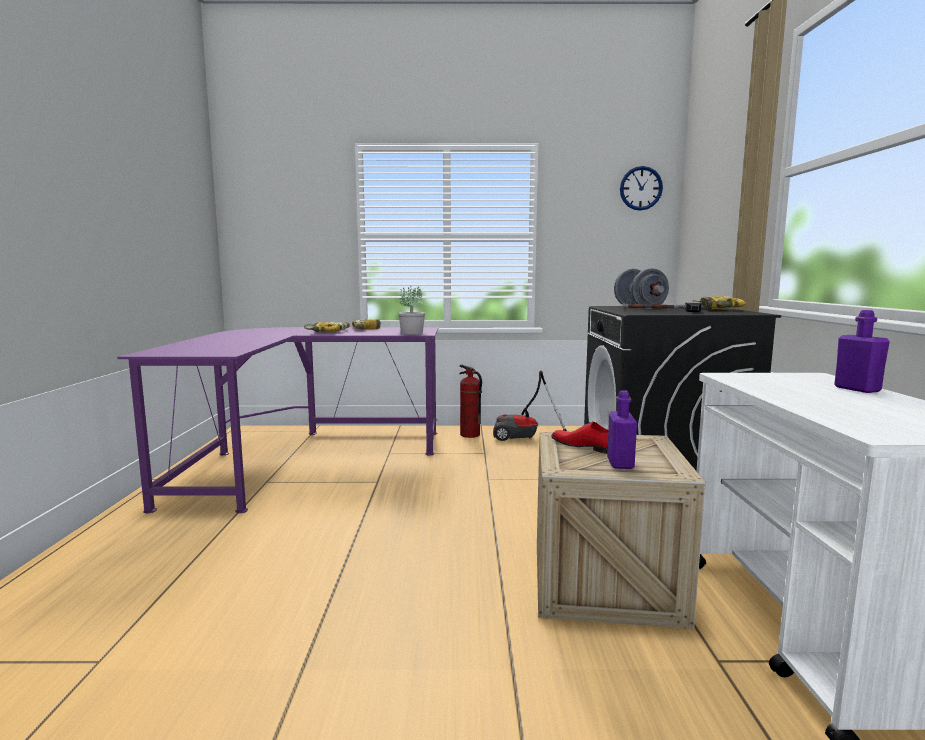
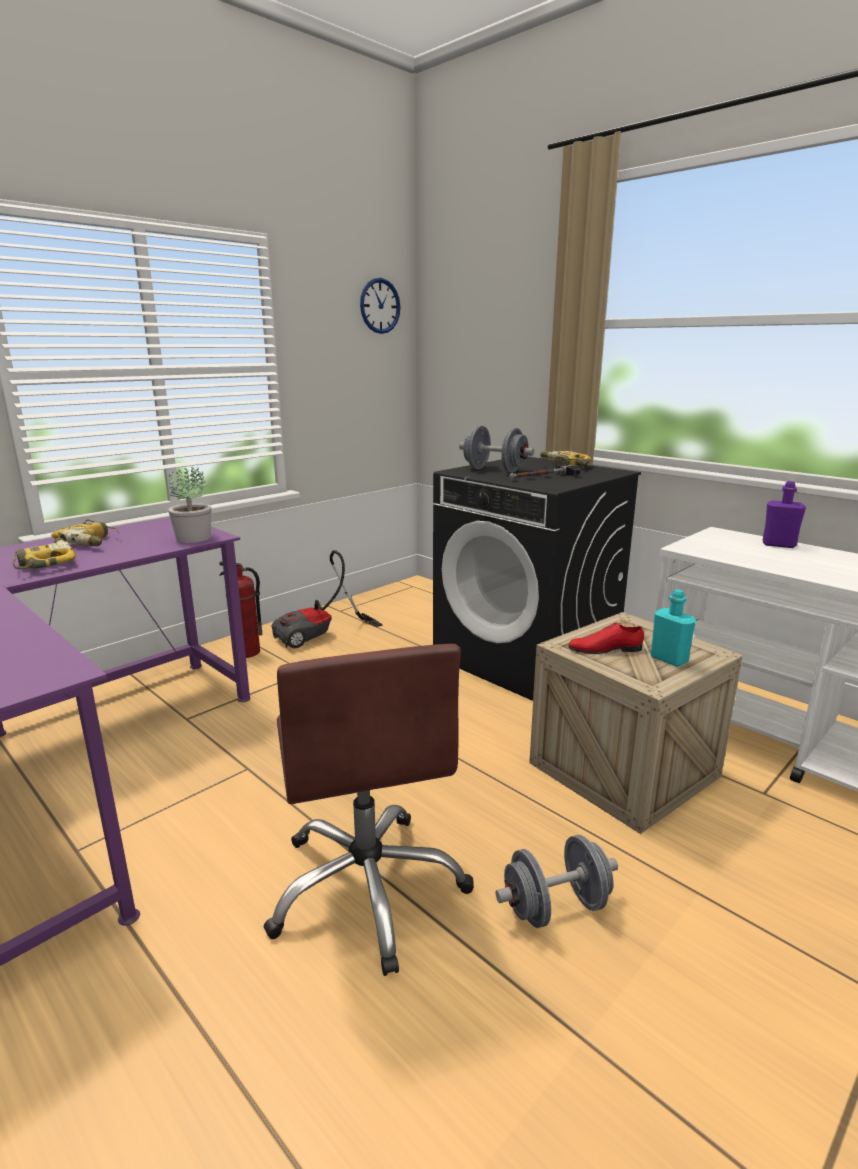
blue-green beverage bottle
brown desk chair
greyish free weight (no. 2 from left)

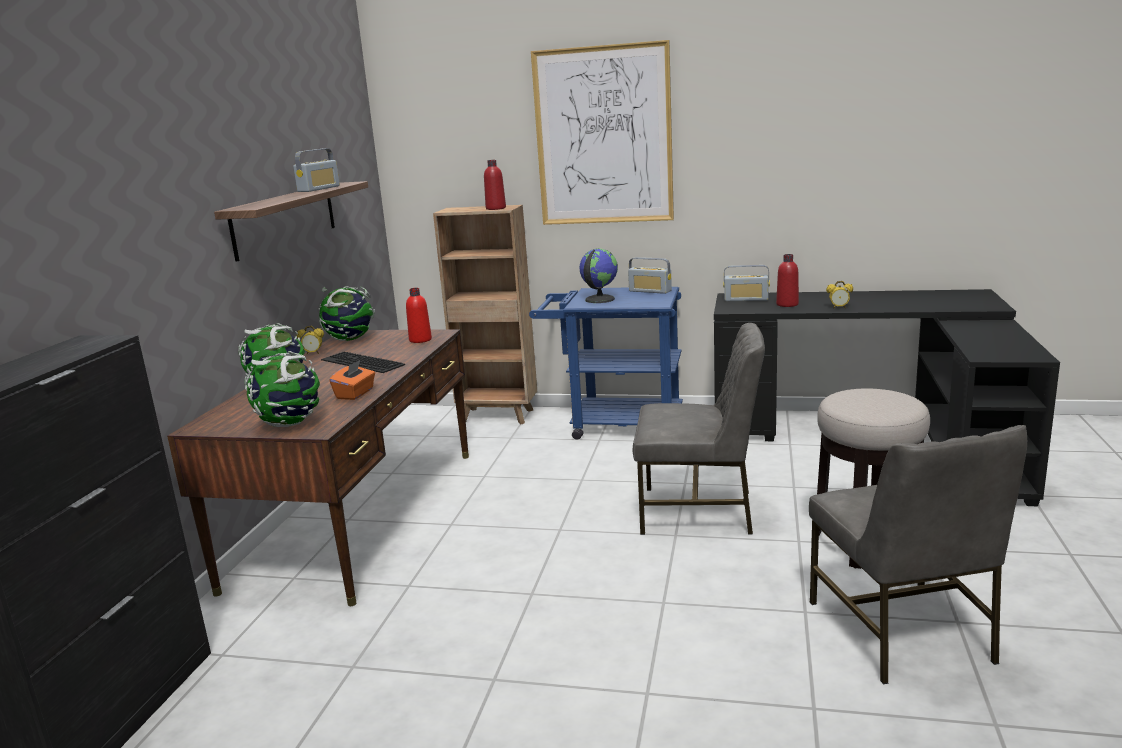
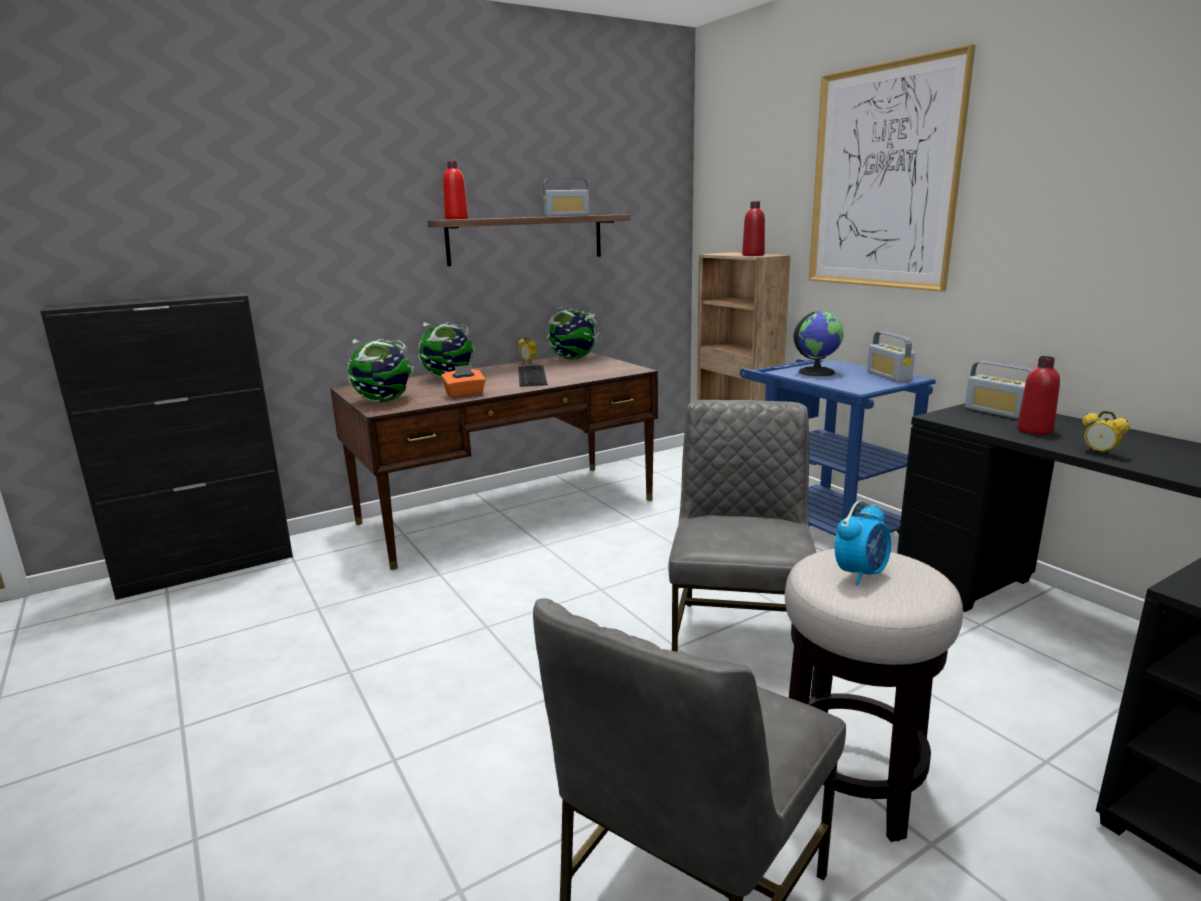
red-coloured beverage bottle (no. 1 from left)
greyish upright chair (no. 2 from left)
table clock (no. 2 from left)

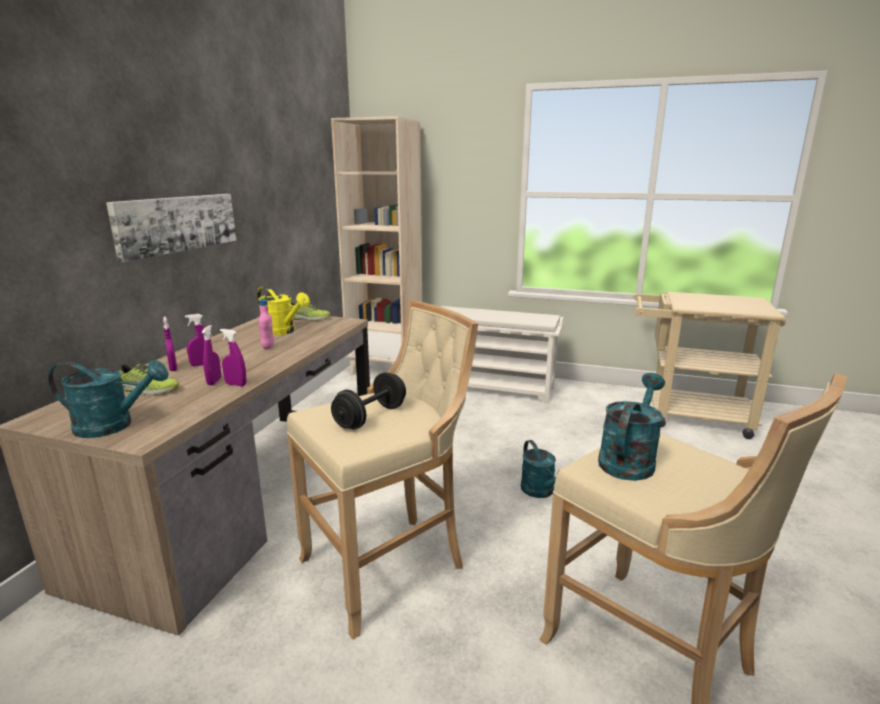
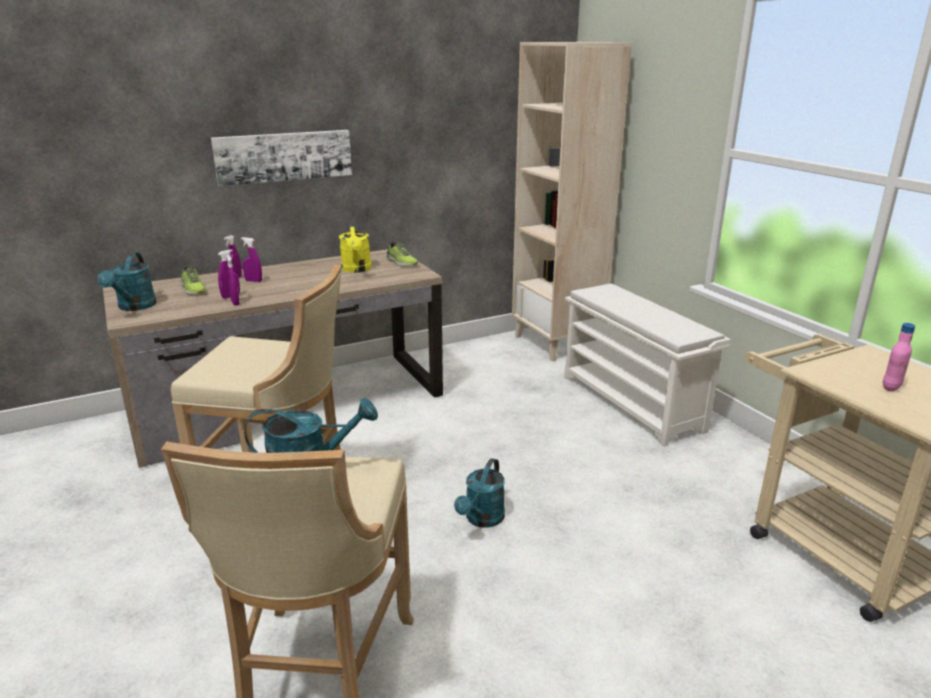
pinkish beverage bottle
blue-green watering pot (no. 1 from left)
black-coloured free weight

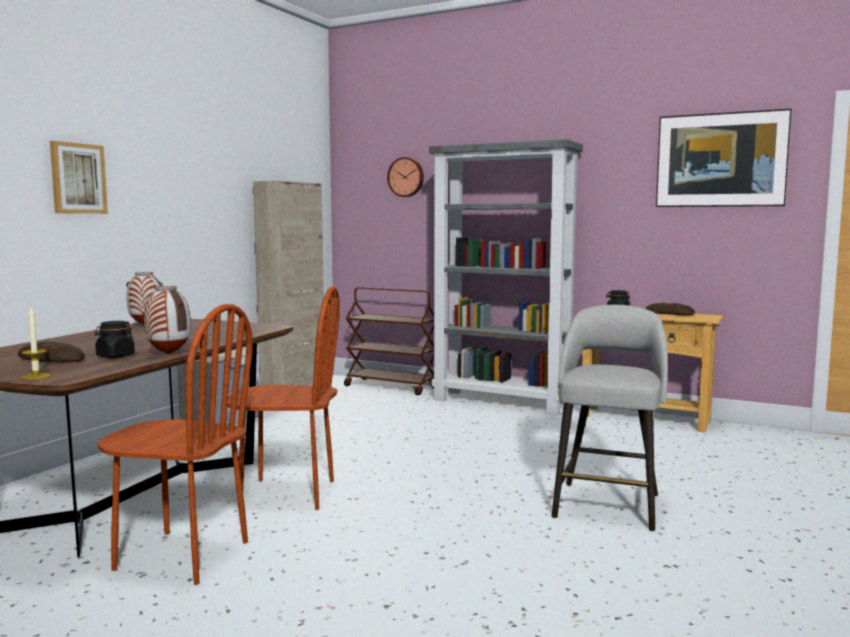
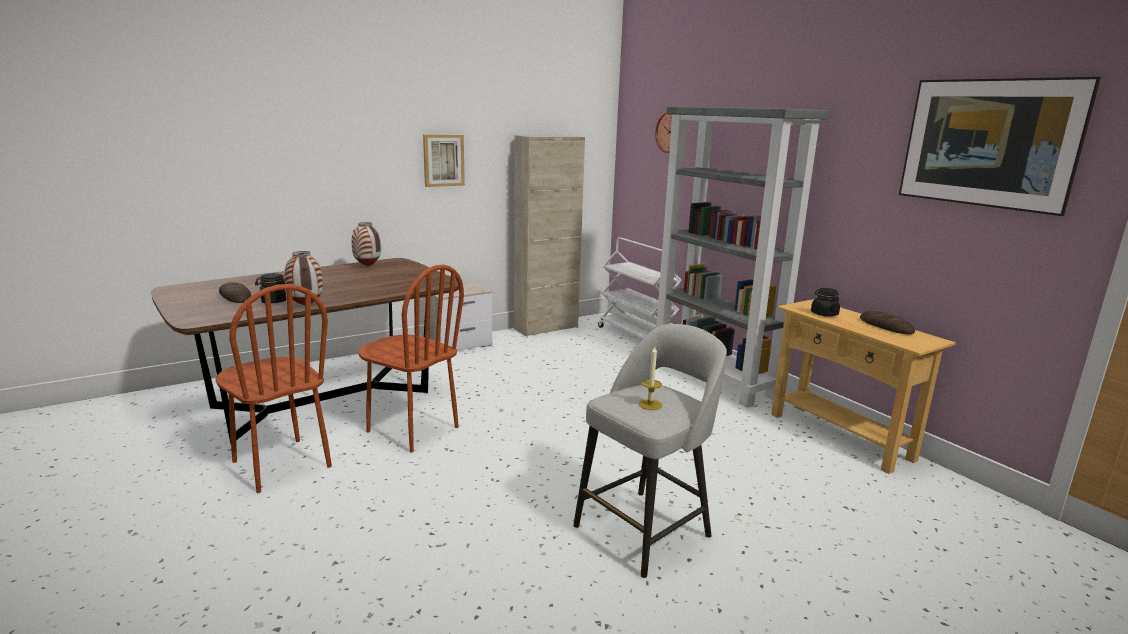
picture (no. 1 from left)
white wheeled cart
wax light

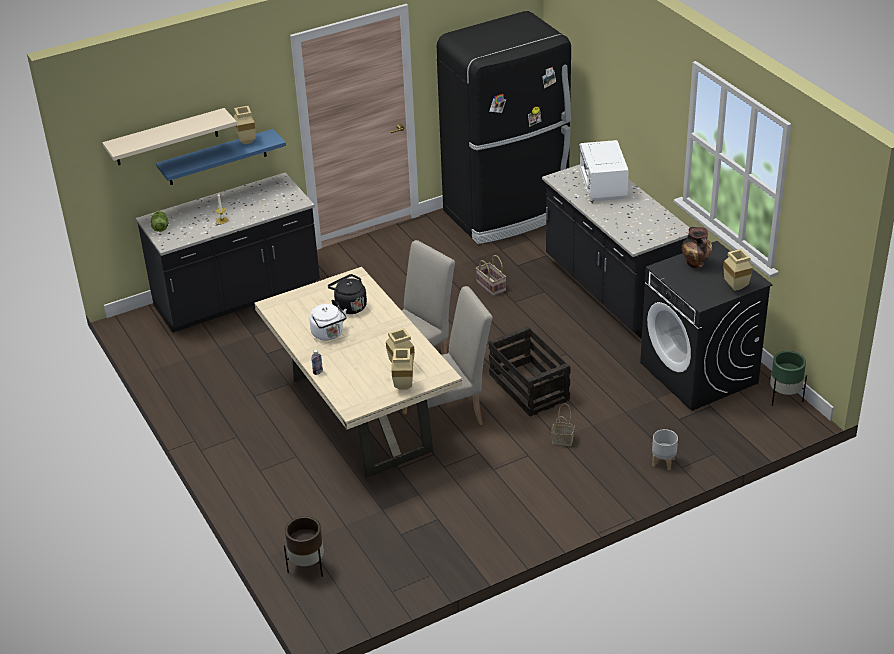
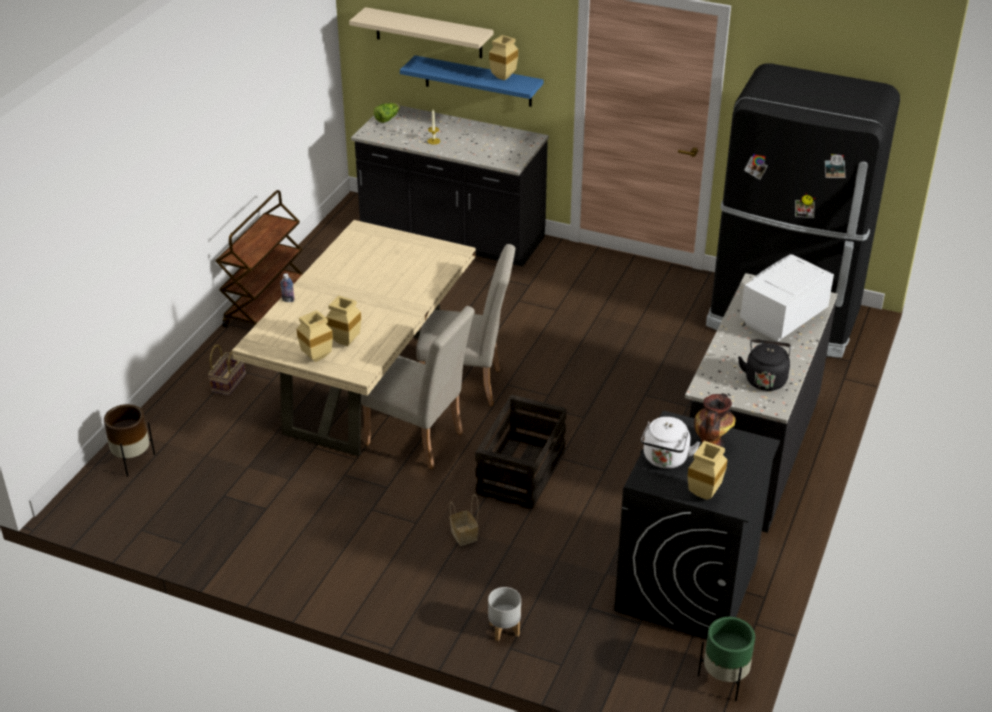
household basket (no. 1 from left)
black-coloured tea kettle
white tea kettle
brown wheeled cart

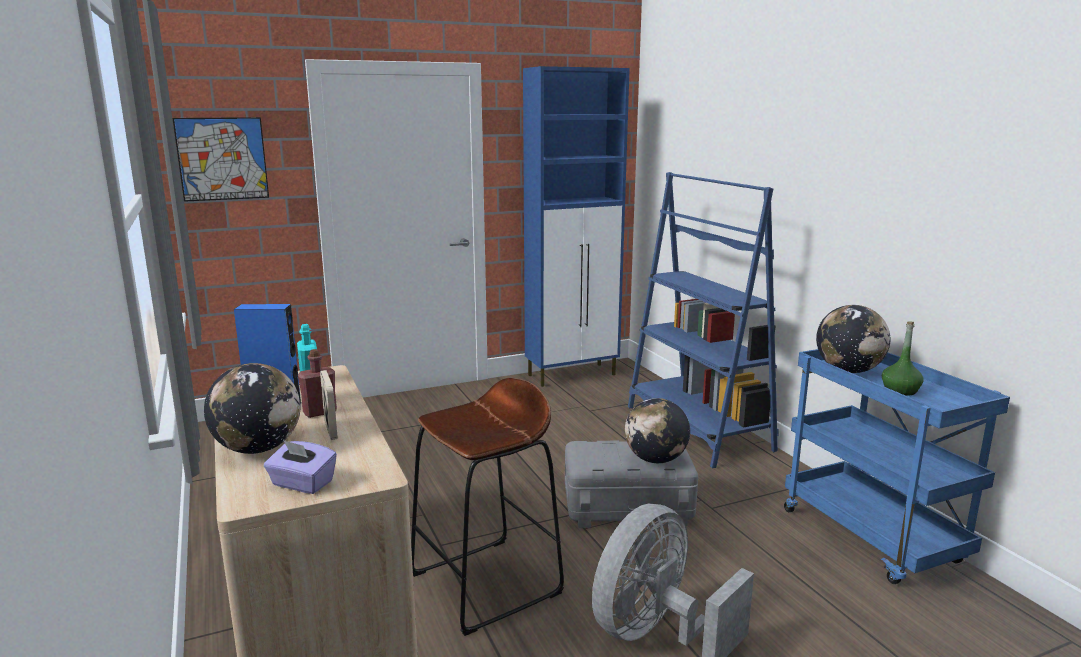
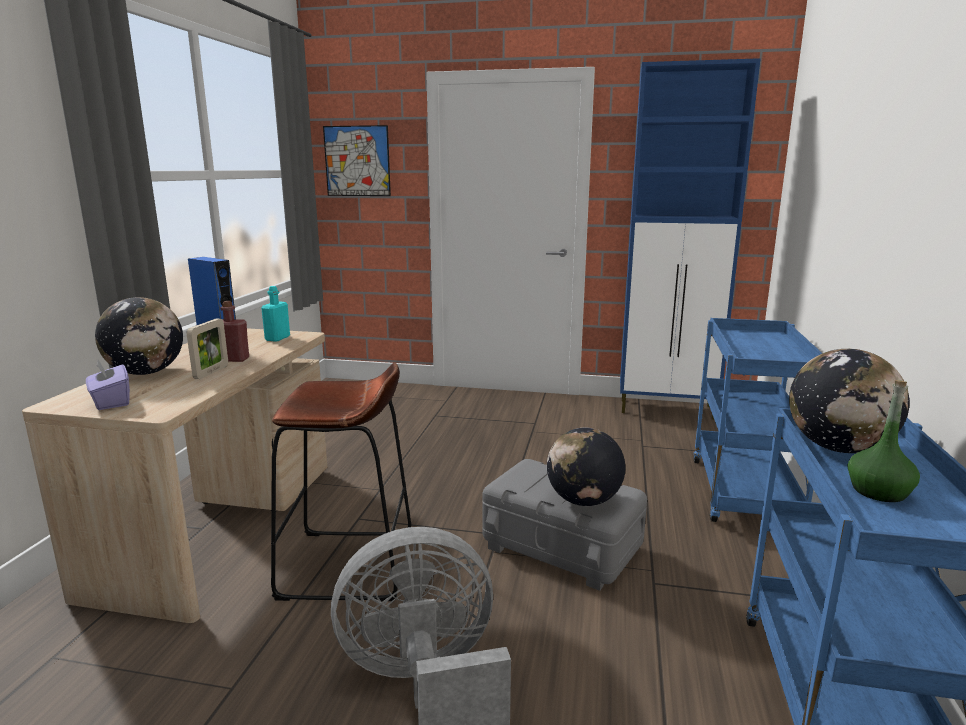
blue wheeled cart (no. 1 from left)

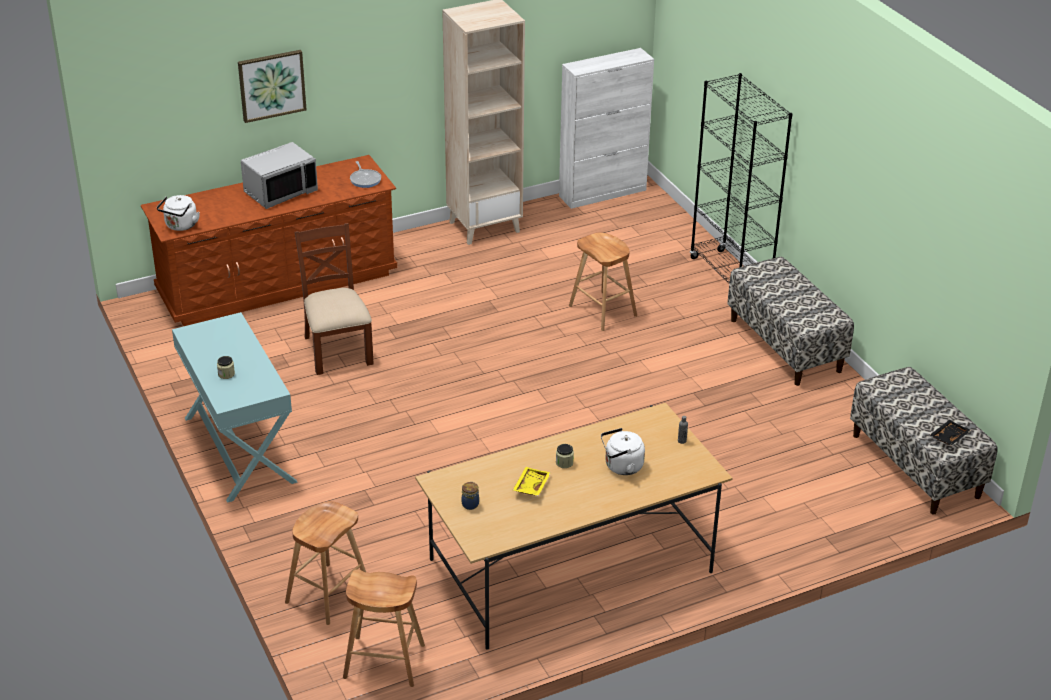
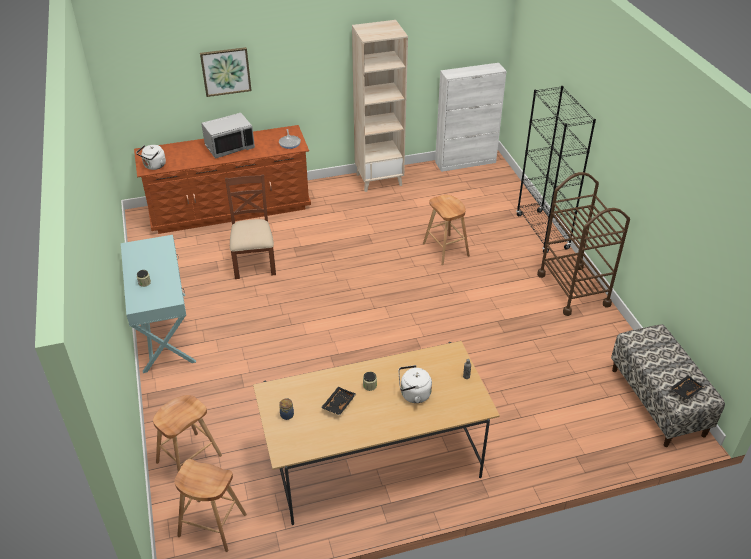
brown wheeled cart
black-coloured carrying tray (no. 1 from left)

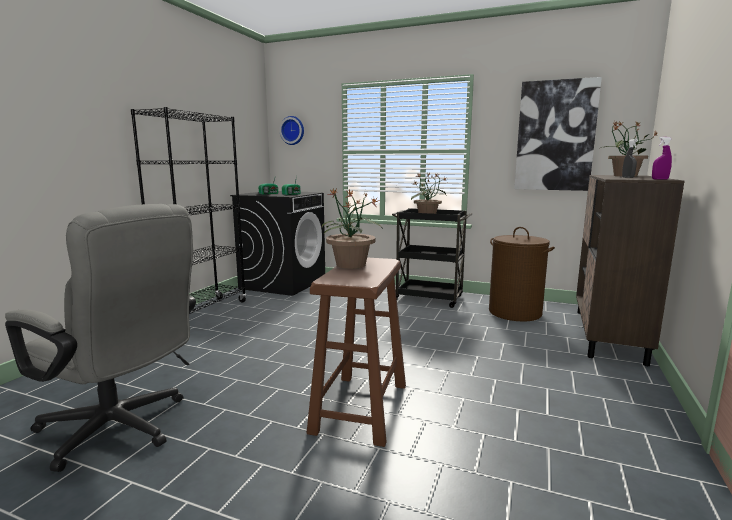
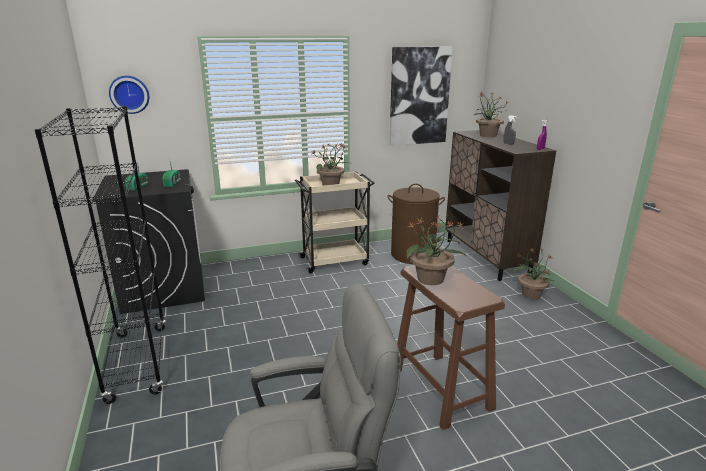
beige wheeled cart
houseplant (no. 4 from left)

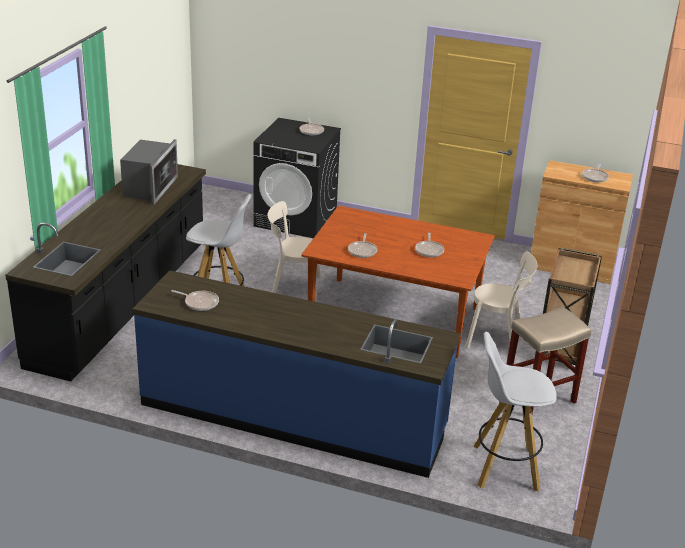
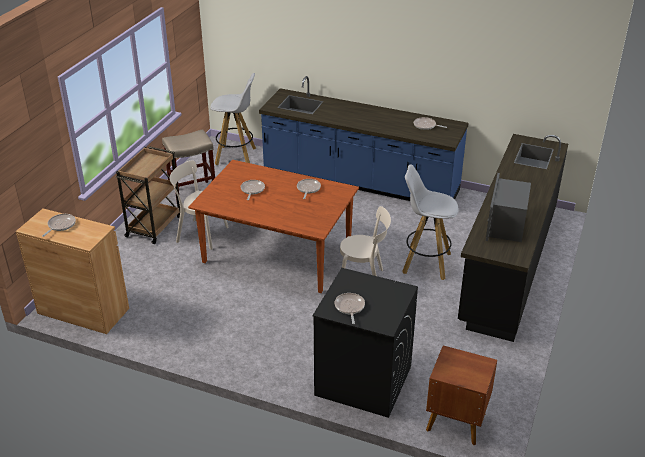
brown nightstand

